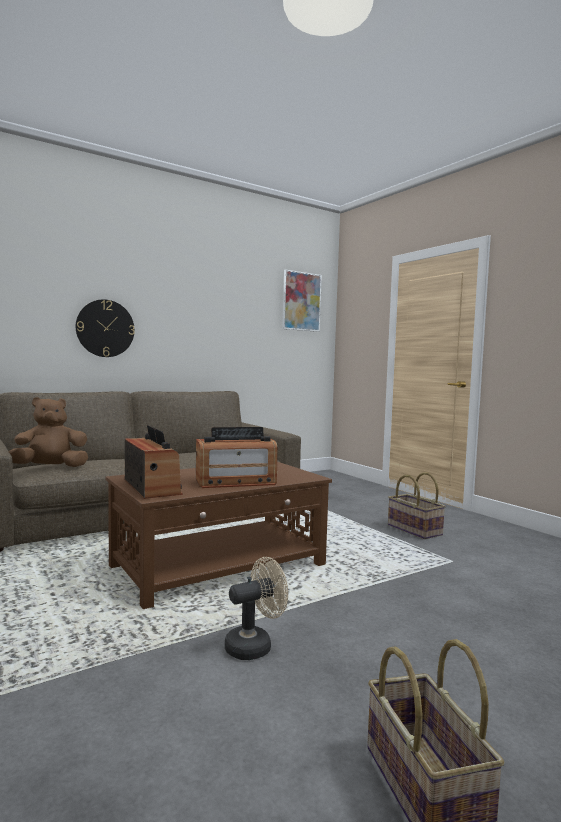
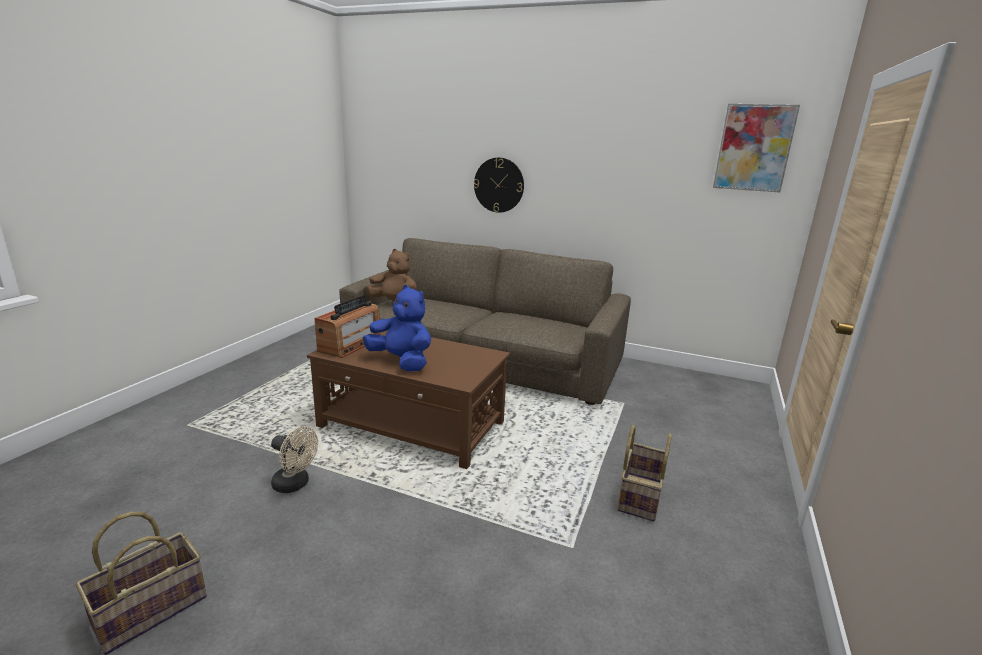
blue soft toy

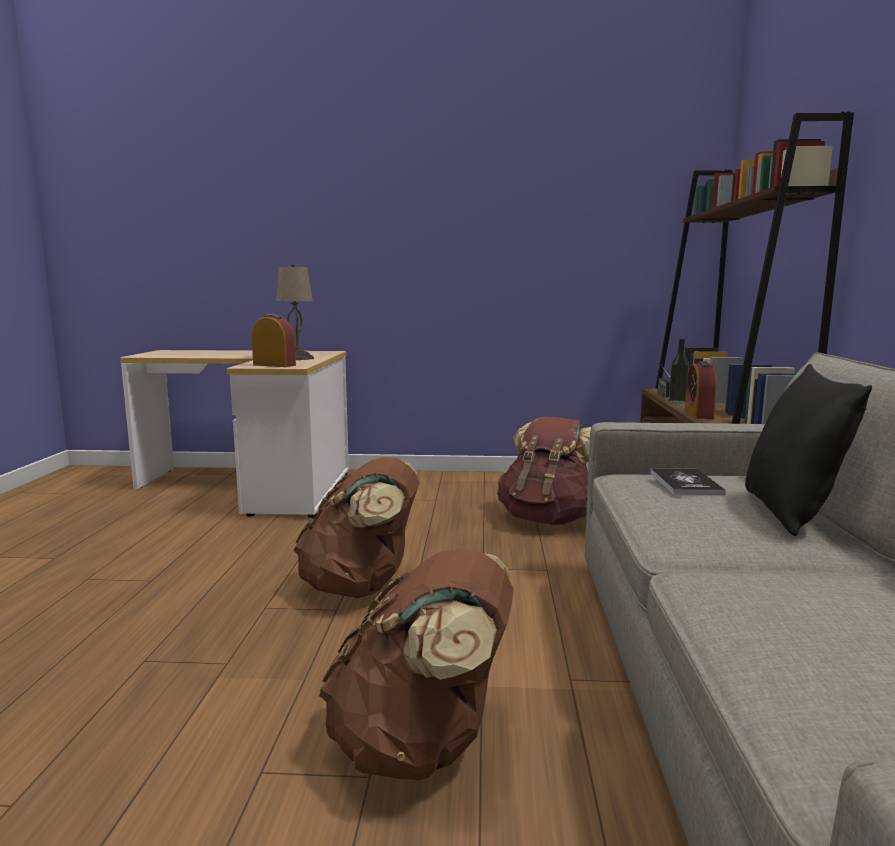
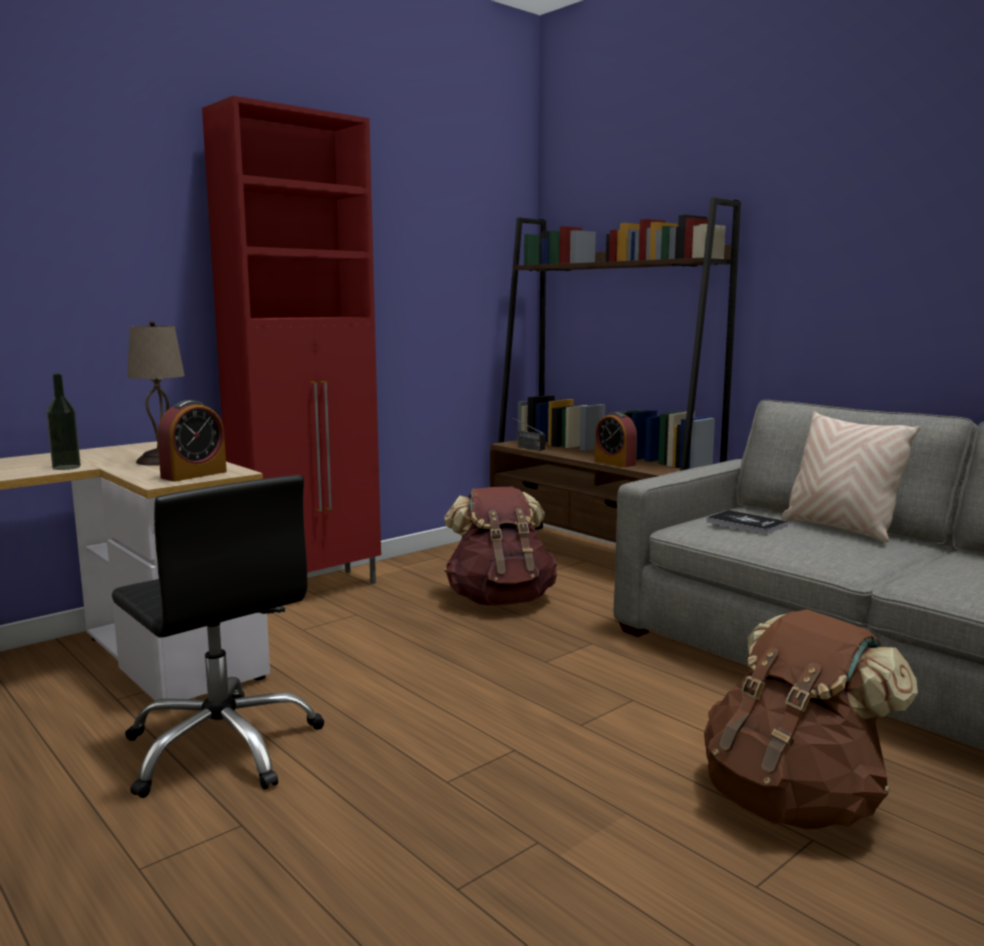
table clock (no. 1 from left)
beverage bottle
beige cushion
brown knapsack (no. 1 from left in the first image)
red-coloured cupboard
black-coloured desk chair

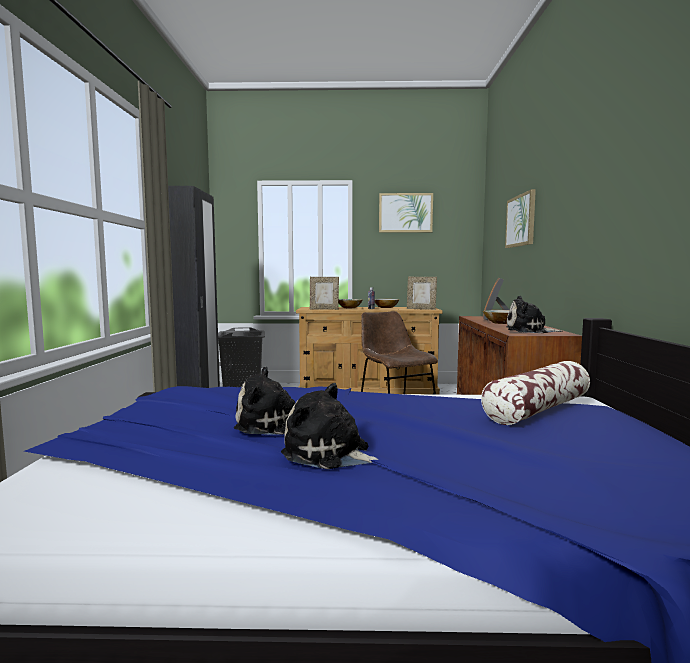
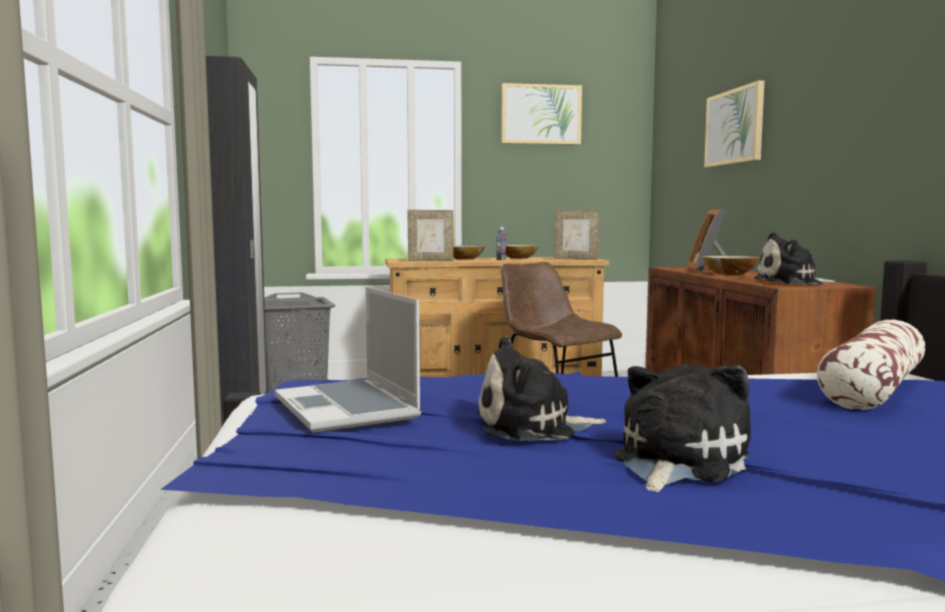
soft toy (no. 2 from left)
laptop

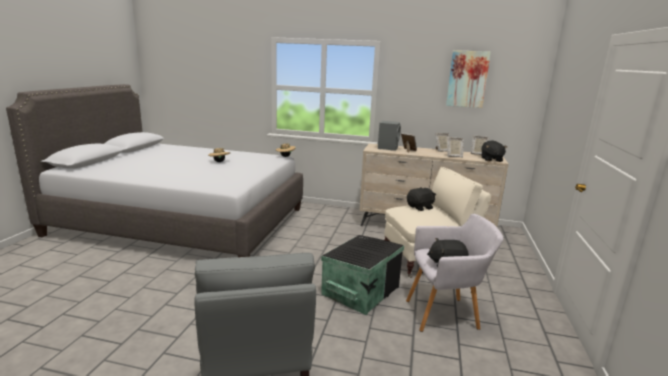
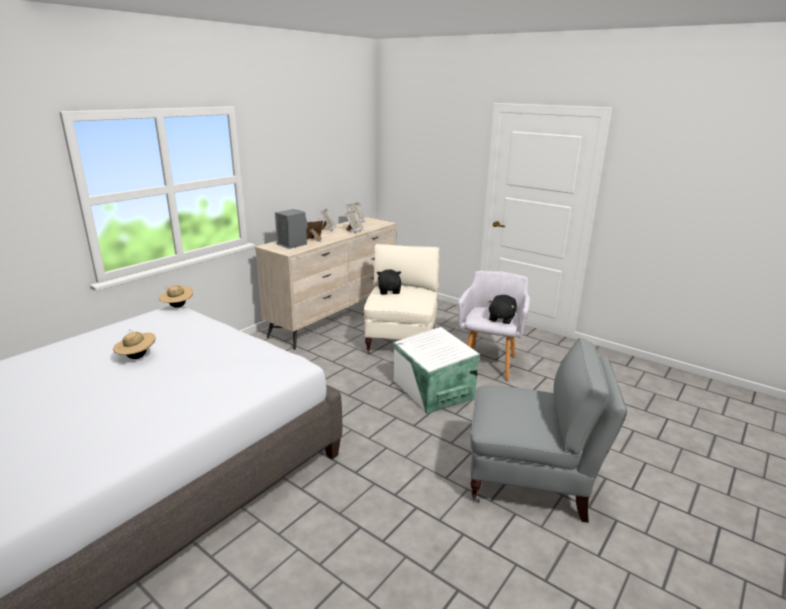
picture
black-coloured soft toy (no. 3 from left in the first image)
white storage bin

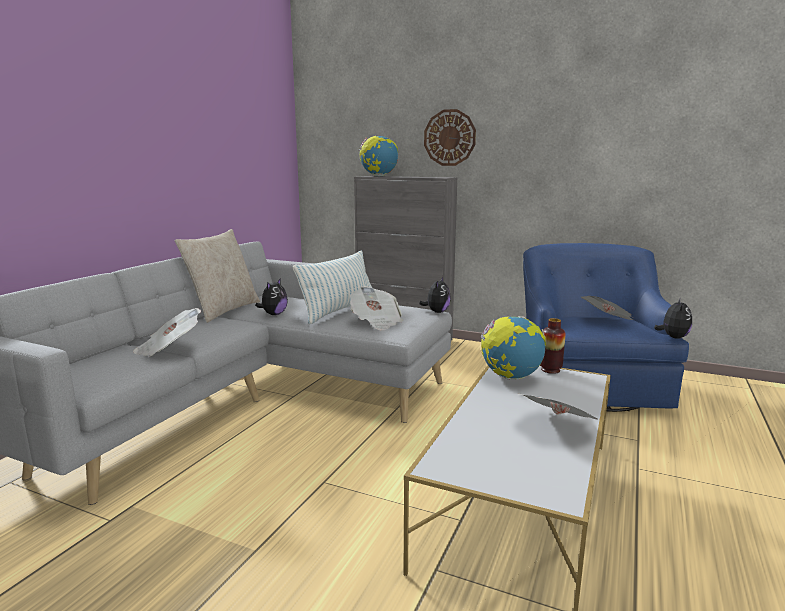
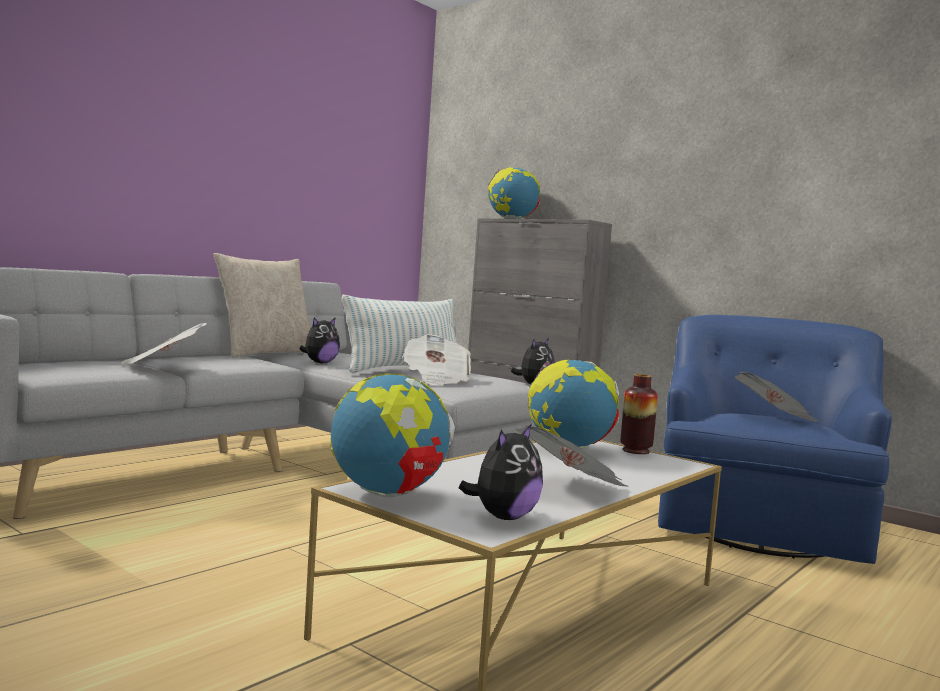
wall clock
soft toy (no. 2 from left)
desk globe (no. 1 from left)

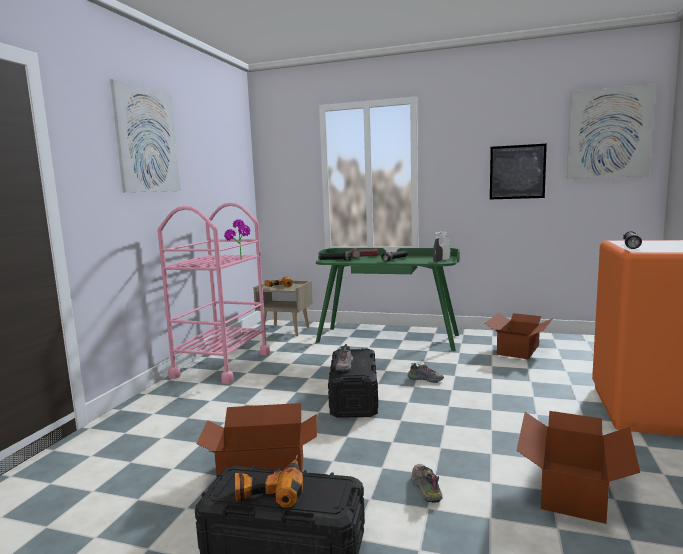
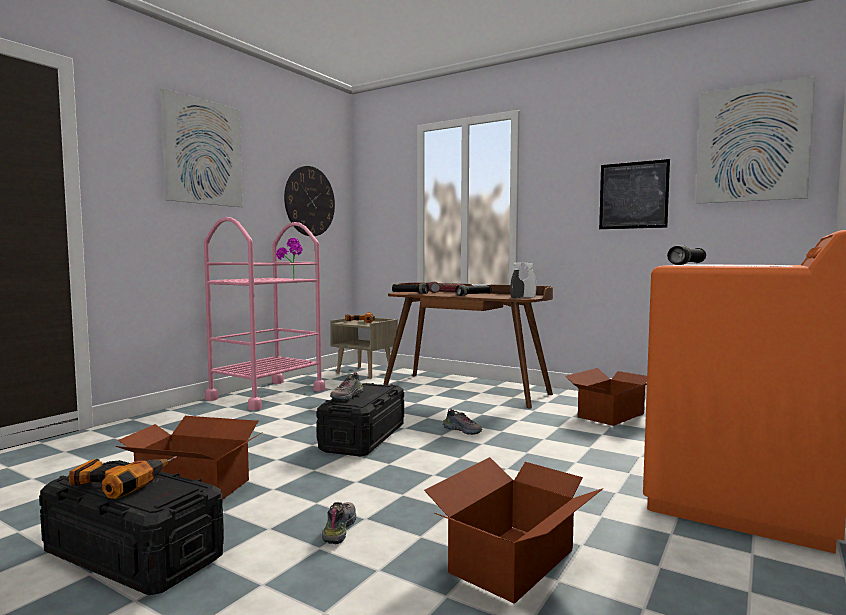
brown desk unit
wall clock

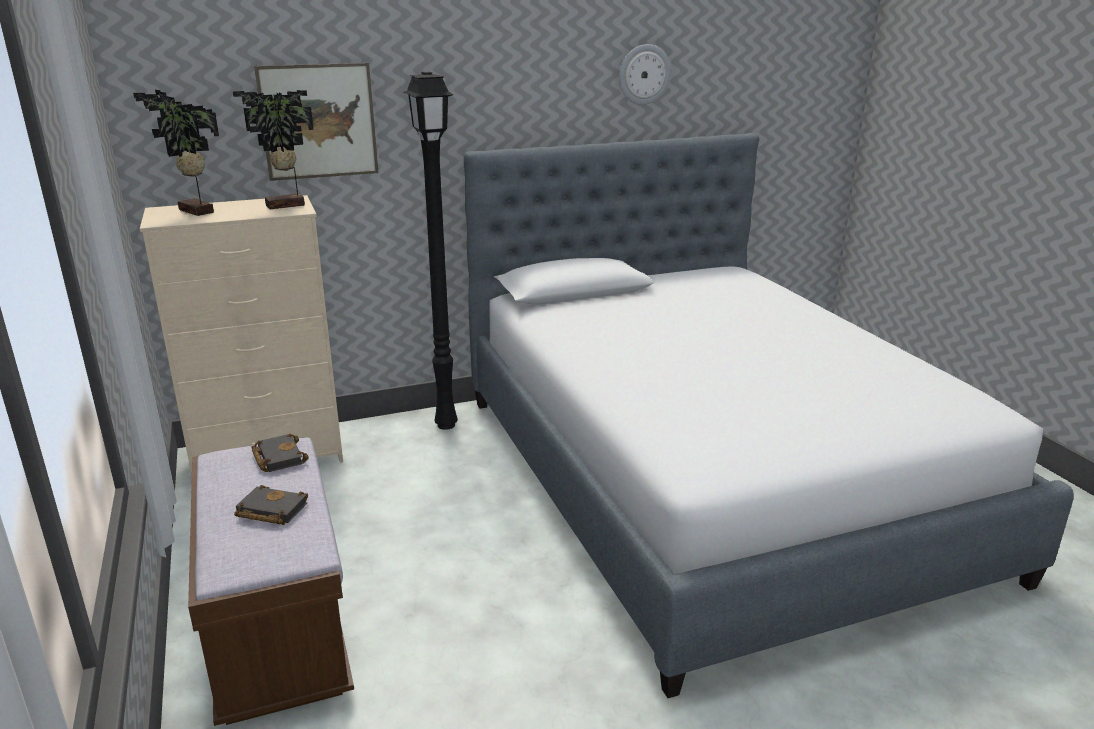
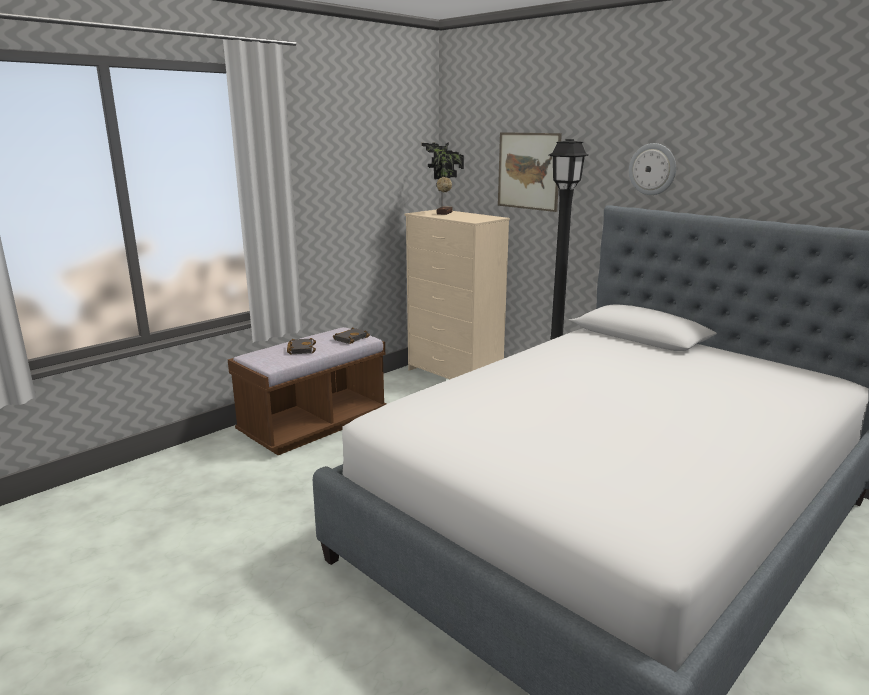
wall clock
houseplant (no. 2 from left in the first image)

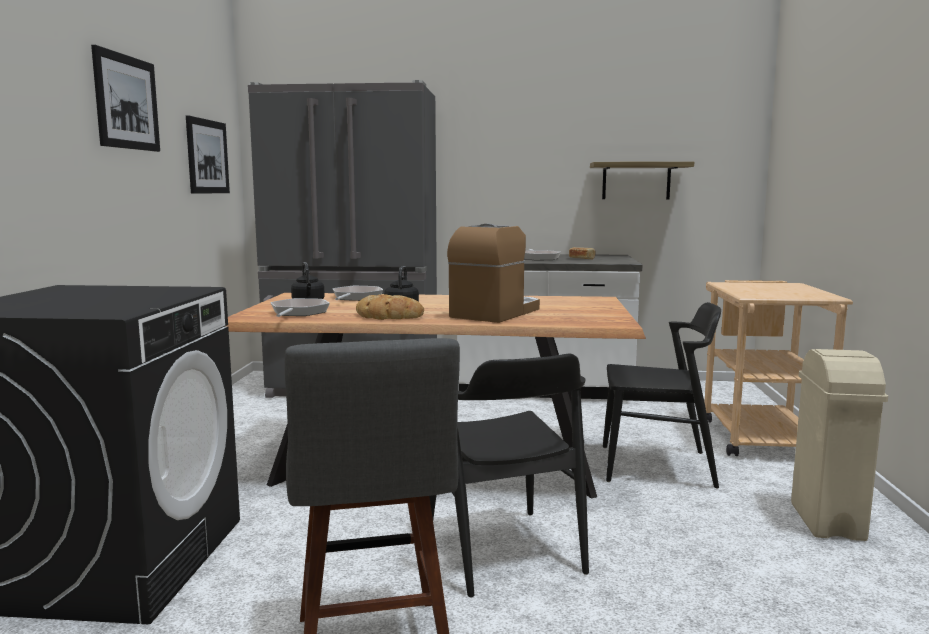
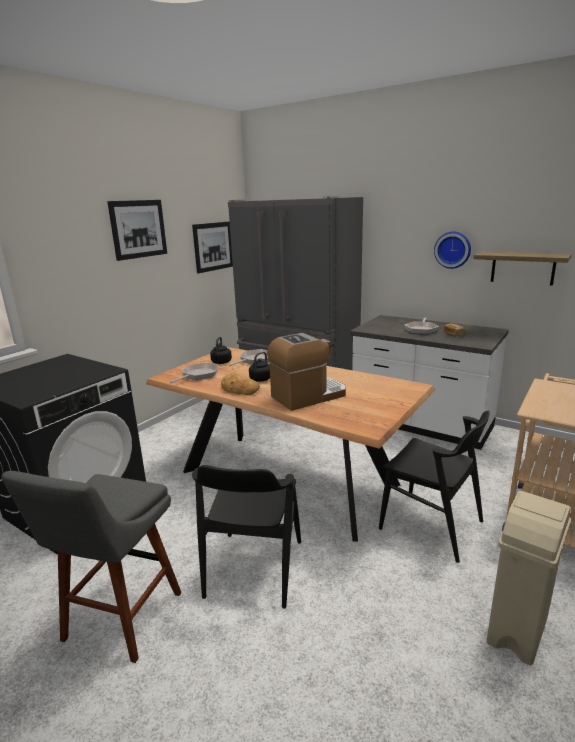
wall clock

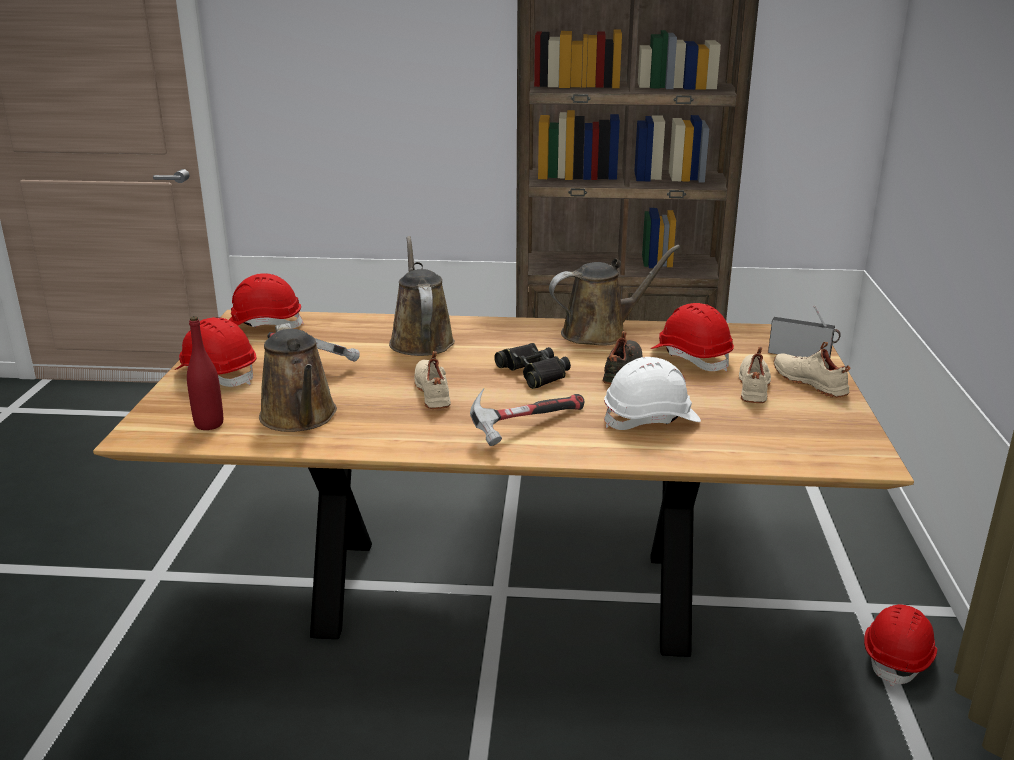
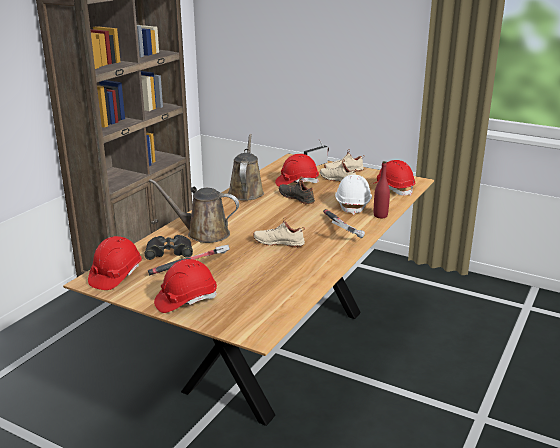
red-coloured beverage bottle
brown watering pot (no. 1 from left in the first image)
black-coloured binoculars
red-coloured safety helmet (no. 4 from left)

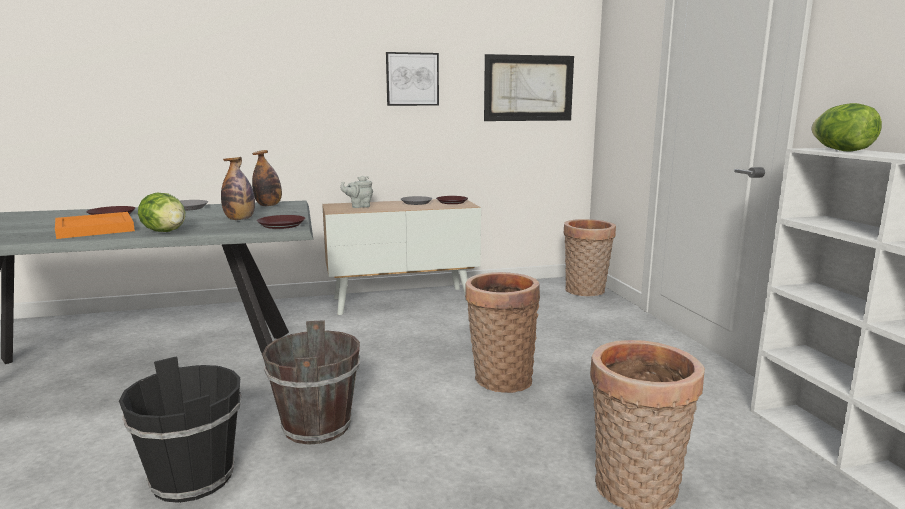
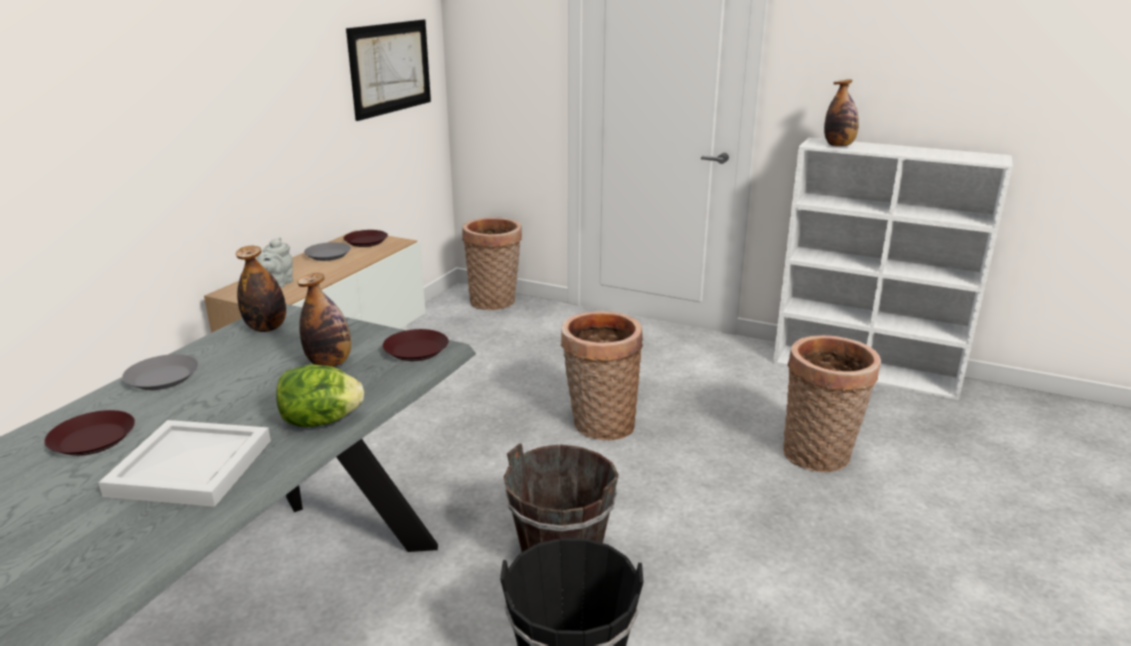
picture (no. 1 from left in the first image)
beverage bottle (no. 3 from left)
white carrying tray

